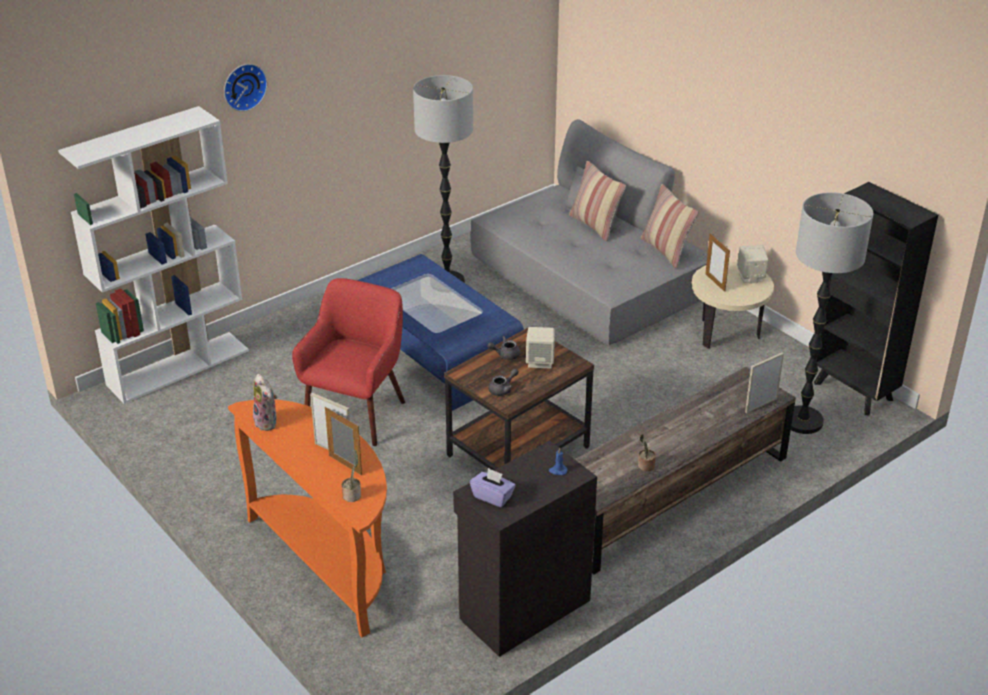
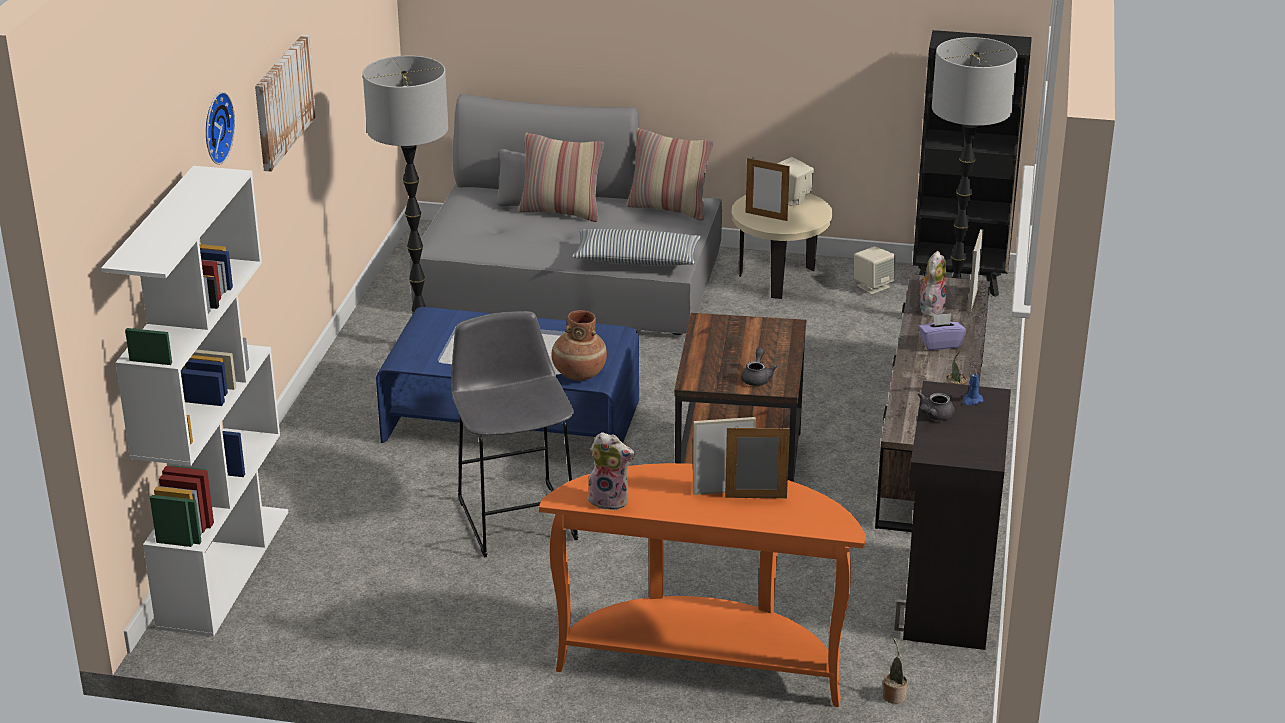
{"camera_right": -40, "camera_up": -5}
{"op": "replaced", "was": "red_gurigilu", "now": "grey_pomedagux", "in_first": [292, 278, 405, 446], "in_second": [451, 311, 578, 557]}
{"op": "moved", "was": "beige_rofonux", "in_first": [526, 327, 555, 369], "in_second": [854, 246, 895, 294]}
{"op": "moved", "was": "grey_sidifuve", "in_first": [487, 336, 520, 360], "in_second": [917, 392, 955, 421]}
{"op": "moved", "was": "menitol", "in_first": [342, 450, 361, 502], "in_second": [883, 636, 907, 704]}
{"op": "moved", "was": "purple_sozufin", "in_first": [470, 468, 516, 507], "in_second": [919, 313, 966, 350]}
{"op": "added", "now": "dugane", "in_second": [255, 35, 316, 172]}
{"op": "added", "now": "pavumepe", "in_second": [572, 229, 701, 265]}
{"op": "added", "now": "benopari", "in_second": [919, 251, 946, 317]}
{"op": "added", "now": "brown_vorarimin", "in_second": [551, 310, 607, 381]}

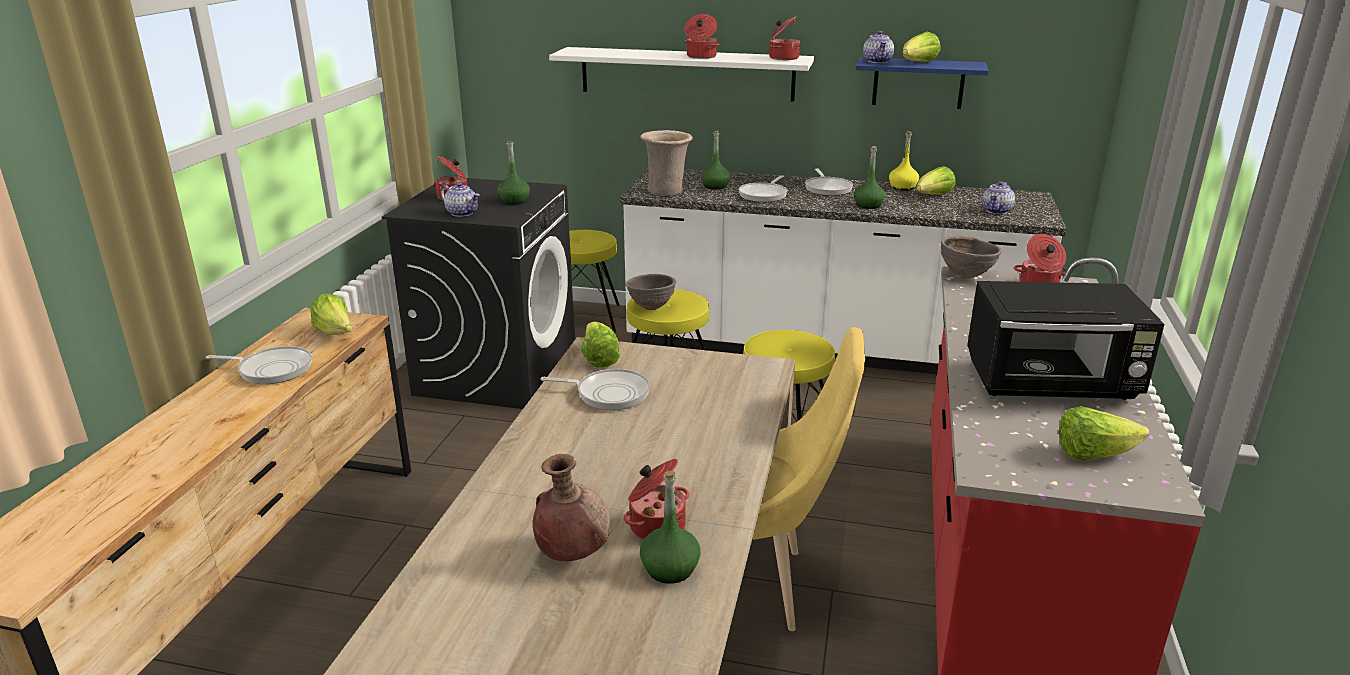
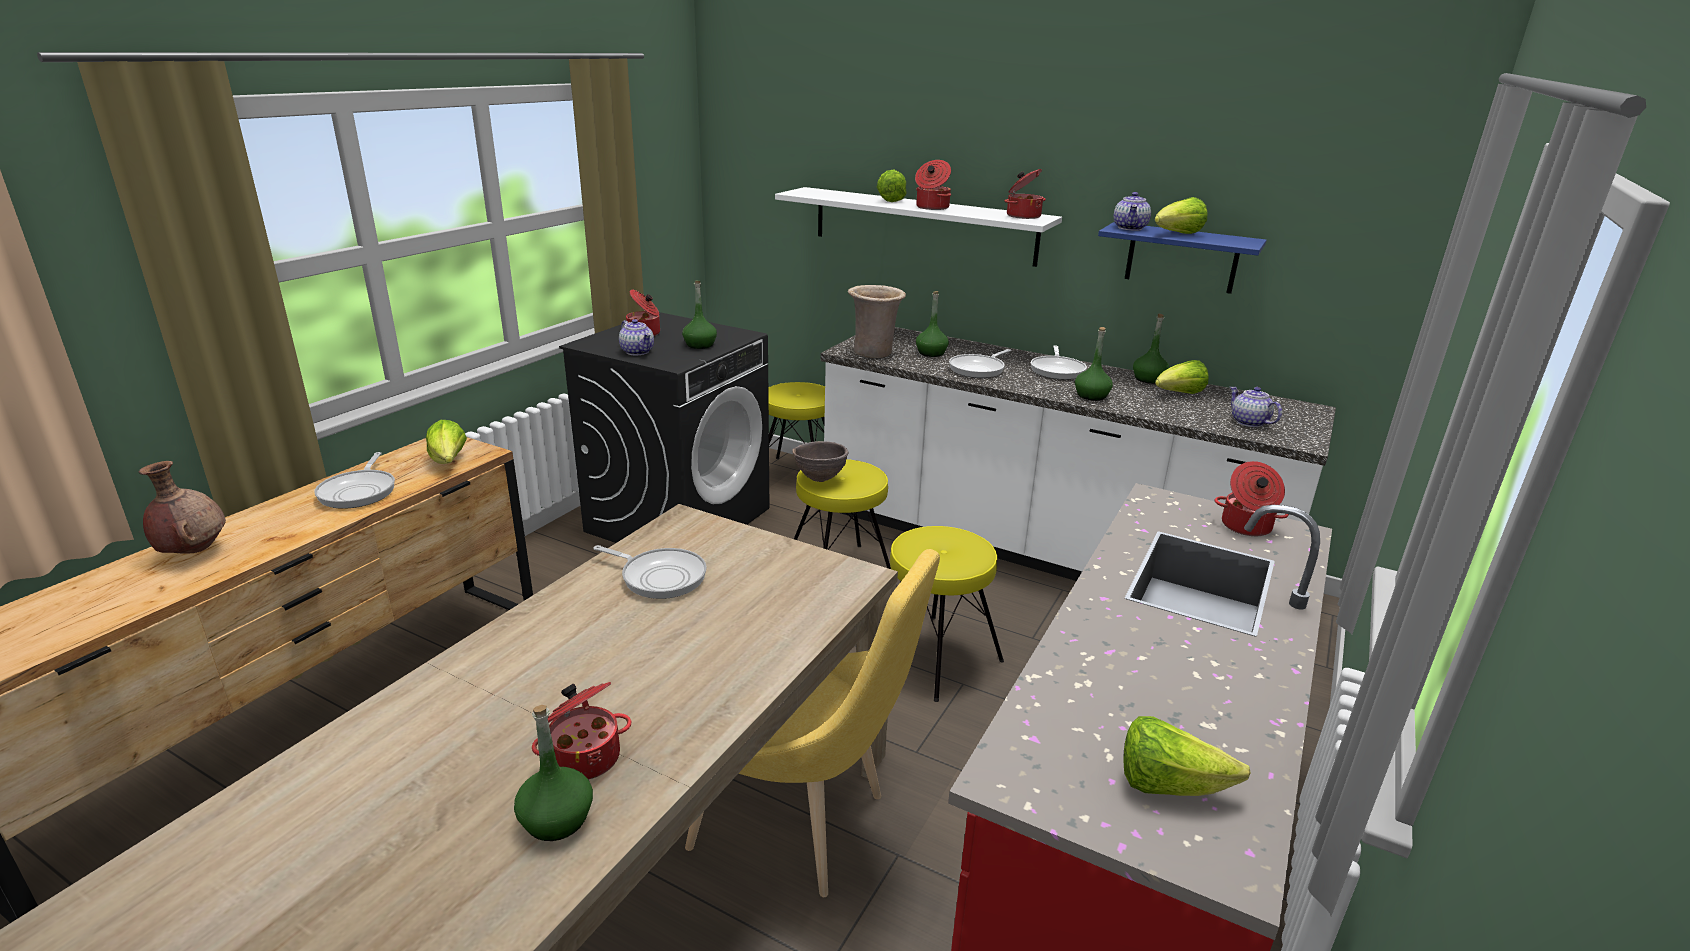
{"camera_right": 15, "camera_up": 0}
{"op": "recoloured", "was": "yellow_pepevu", "now": "green_pepevu", "in_first": [889, 131, 919, 191], "in_second": [1133, 314, 1169, 384]}
{"op": "turned", "was": "sidifuve", "in_first": [982, 181, 1015, 214], "in_second": [1230, 387, 1282, 427], "clockwise": 105}
{"op": "removed", "was": "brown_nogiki", "in_first": [941, 235, 1002, 278]}
{"op": "removed", "was": "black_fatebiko", "in_first": [967, 281, 1164, 400]}
{"op": "moved", "was": "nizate", "in_first": [581, 322, 620, 368], "in_second": [877, 170, 907, 202]}
{"op": "turned", "was": "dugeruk", "in_first": [206, 346, 312, 384], "in_second": [314, 452, 395, 509], "clockwise": 60}
{"op": "moved", "was": "brown_vorarimin", "in_first": [533, 454, 610, 561], "in_second": [139, 461, 226, 554]}

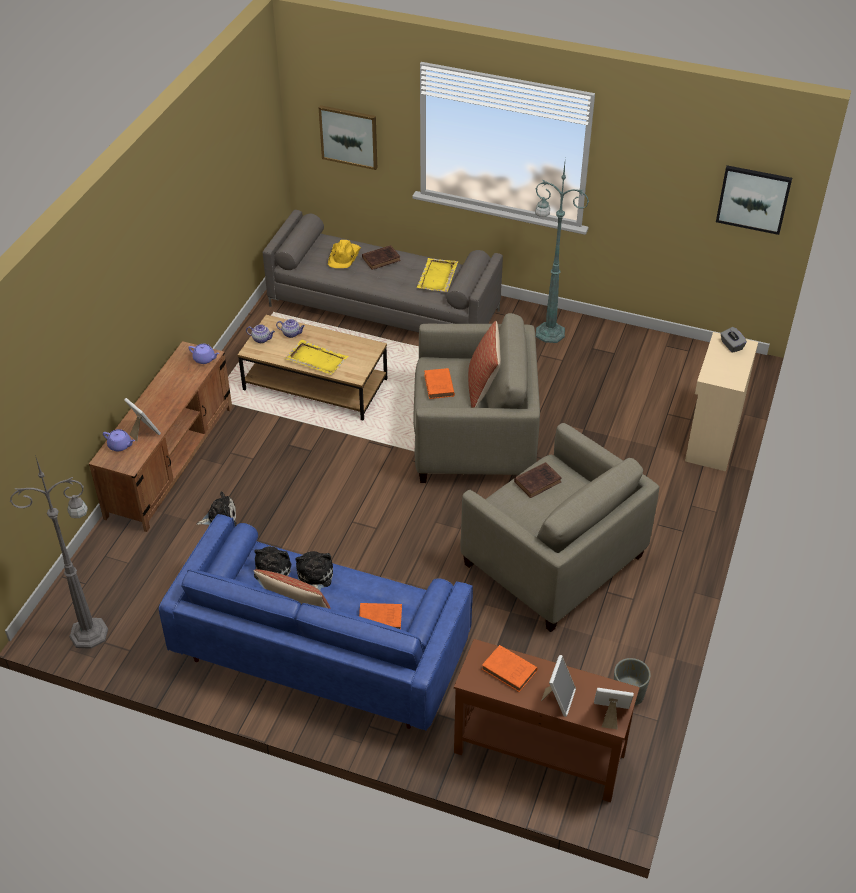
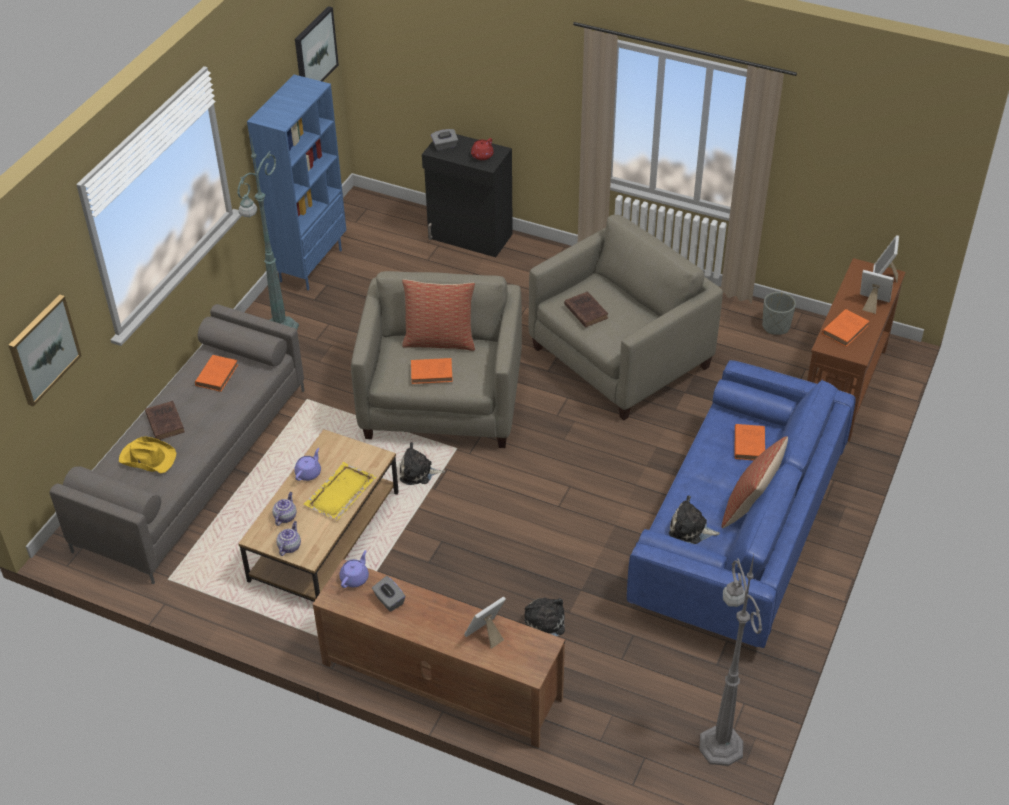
{"camera_right": -85, "camera_up": 0}
{"op": "replaced", "was": "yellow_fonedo", "now": "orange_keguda", "in_first": [417, 258, 458, 292], "in_second": [195, 355, 238, 392]}
{"op": "recoloured", "was": "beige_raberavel", "now": "black_raberavel", "in_first": [685, 332, 758, 471], "in_second": [422, 134, 513, 257]}
{"op": "moved", "was": "purple_sidifuve", "in_first": [103, 429, 135, 451], "in_second": [294, 448, 321, 481]}
{"op": "moved", "was": "benopari", "in_first": [296, 551, 333, 590], "in_second": [400, 442, 445, 485]}
{"op": "added", "now": "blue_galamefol", "in_second": [247, 75, 346, 290]}
{"op": "added", "now": "red_sidifuve", "in_second": [471, 138, 494, 160]}
{"op": "added", "now": "grey_sozufin", "in_second": [372, 576, 405, 612]}

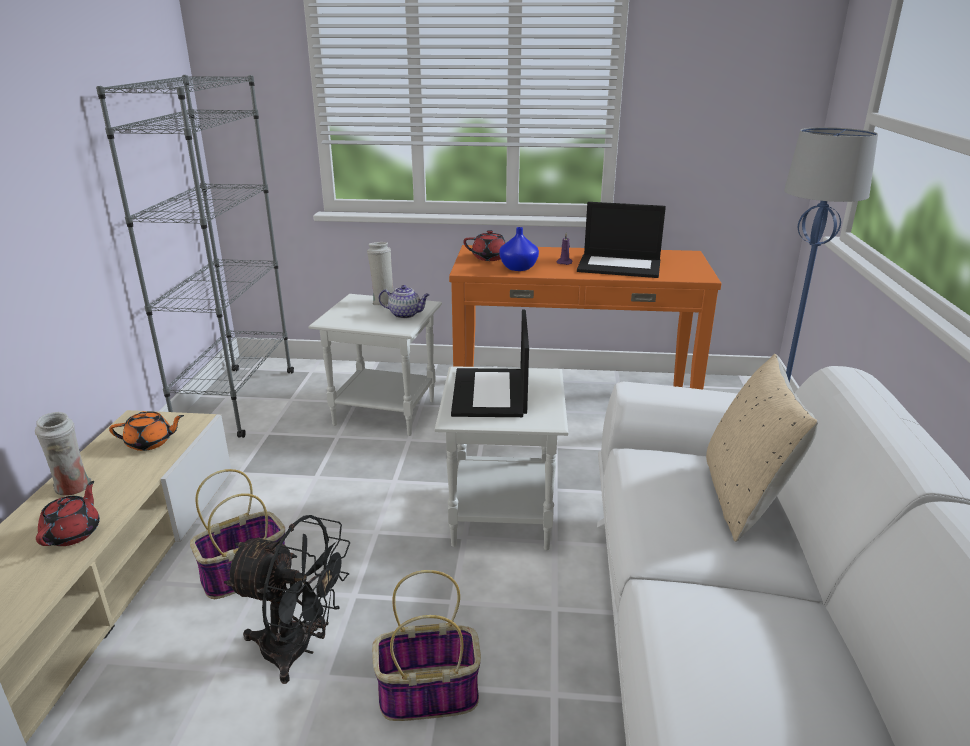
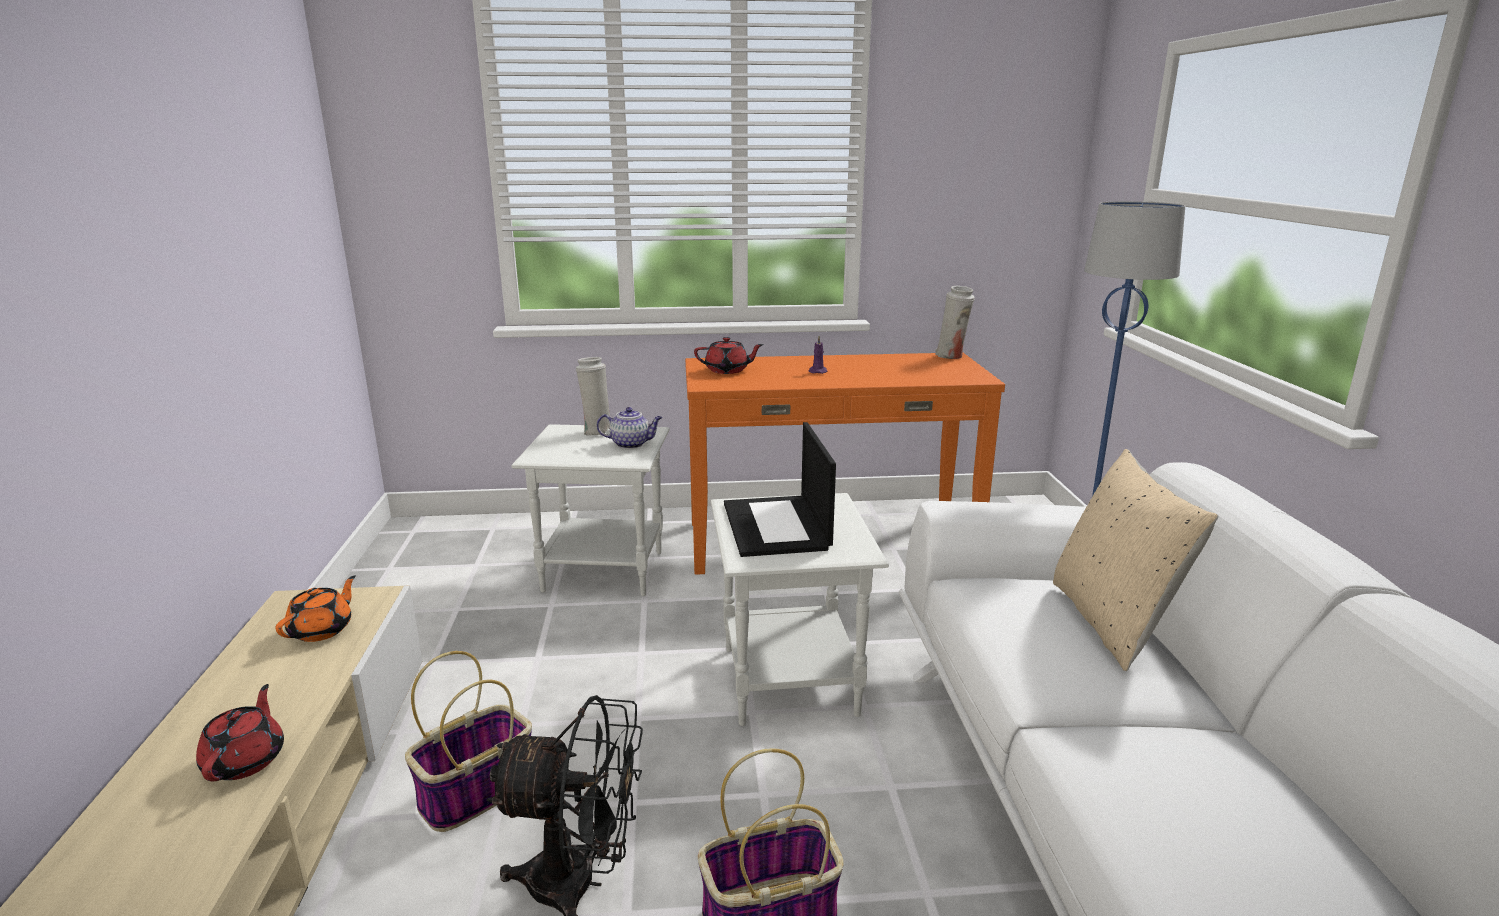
{"camera_right": -10, "camera_up": -5}
{"op": "removed", "was": "grey_galamefol", "in_first": [96, 75, 294, 438]}
{"op": "removed", "was": "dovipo", "in_first": [577, 202, 666, 278]}
{"op": "removed", "was": "blue_vorarimin", "in_first": [499, 227, 539, 271]}
{"op": "turned", "was": "orange_sidifuve", "in_first": [109, 411, 184, 451], "in_second": [275, 575, 356, 642], "clockwise": -45}
{"op": "moved", "was": "white_vorarimin", "in_first": [35, 412, 91, 496], "in_second": [935, 286, 975, 359]}

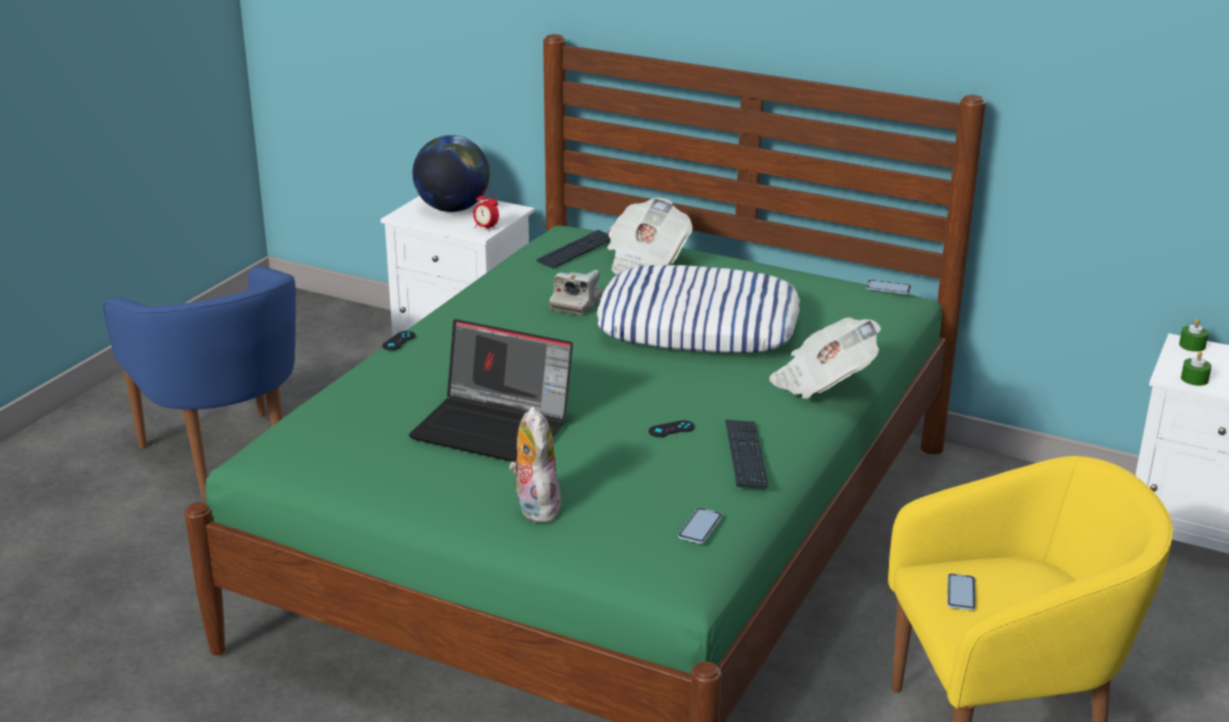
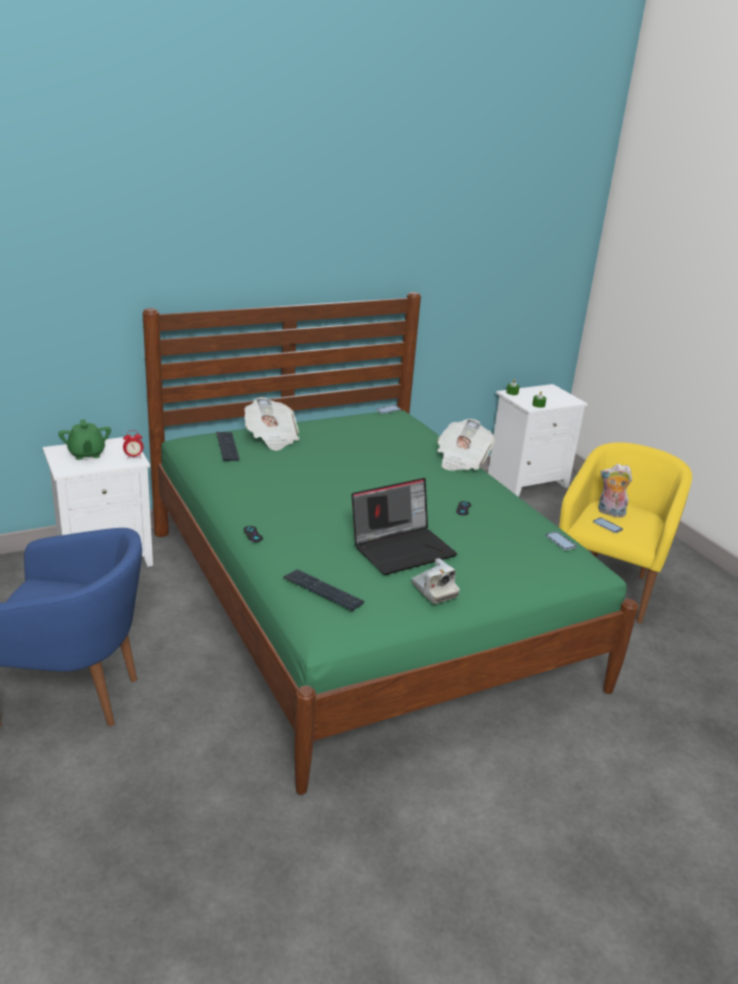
{"camera_right": -55, "camera_up": 0}
{"op": "replaced", "was": "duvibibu", "now": "green_sidifuve", "in_first": [413, 135, 490, 212], "in_second": [58, 419, 111, 460]}
{"op": "removed", "was": "pavumepe", "in_first": [597, 265, 800, 353]}
{"op": "moved", "was": "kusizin", "in_first": [549, 270, 603, 316], "in_second": [412, 558, 460, 604]}
{"op": "moved", "was": "benopari", "in_first": [509, 407, 561, 523], "in_second": [598, 464, 632, 518]}
{"op": "moved", "was": "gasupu", "in_first": [725, 419, 769, 489], "in_second": [283, 569, 364, 611]}

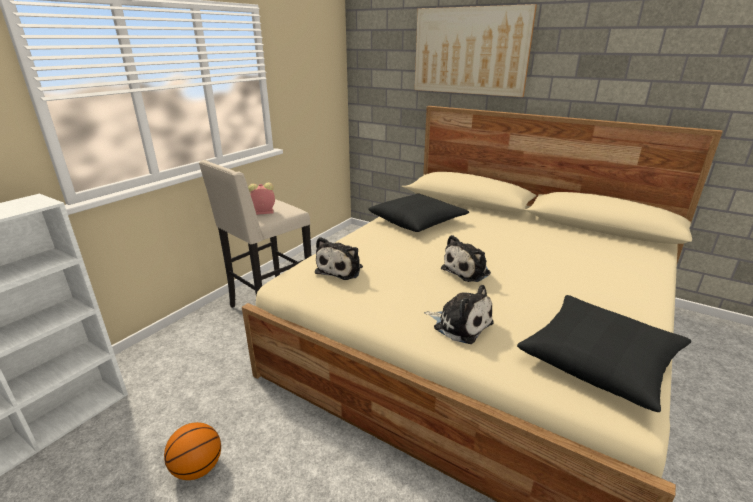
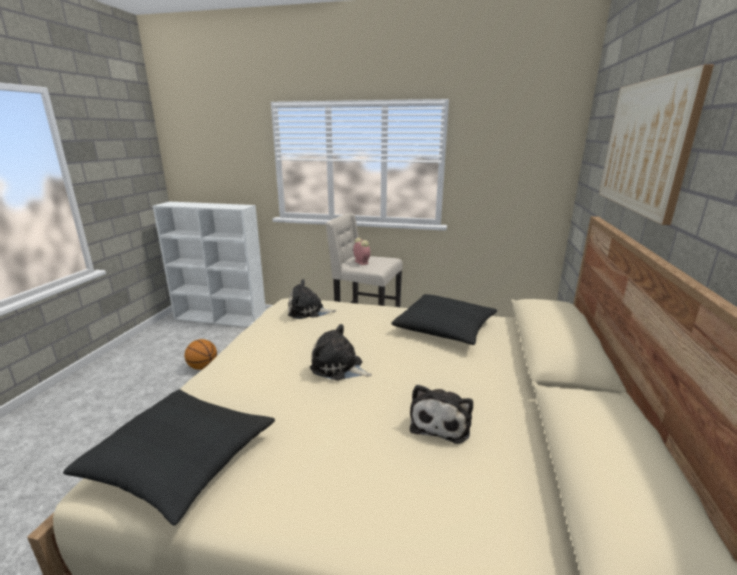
{"camera_right": 70, "camera_up": -5}
{"op": "moved", "was": "benopari", "in_first": [424, 285, 494, 344], "in_second": [410, 384, 473, 444]}

